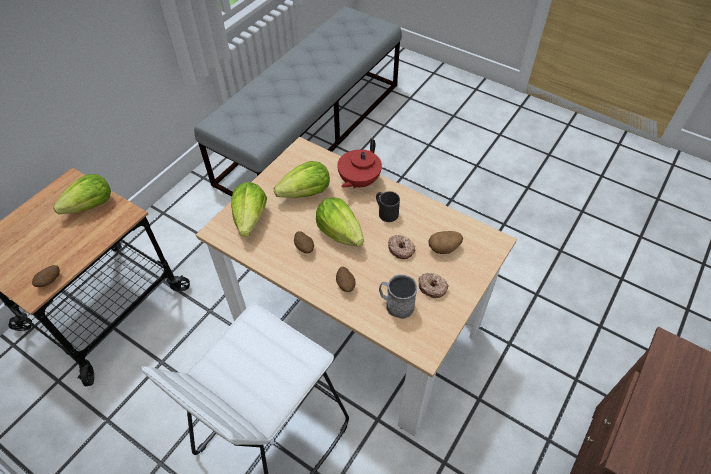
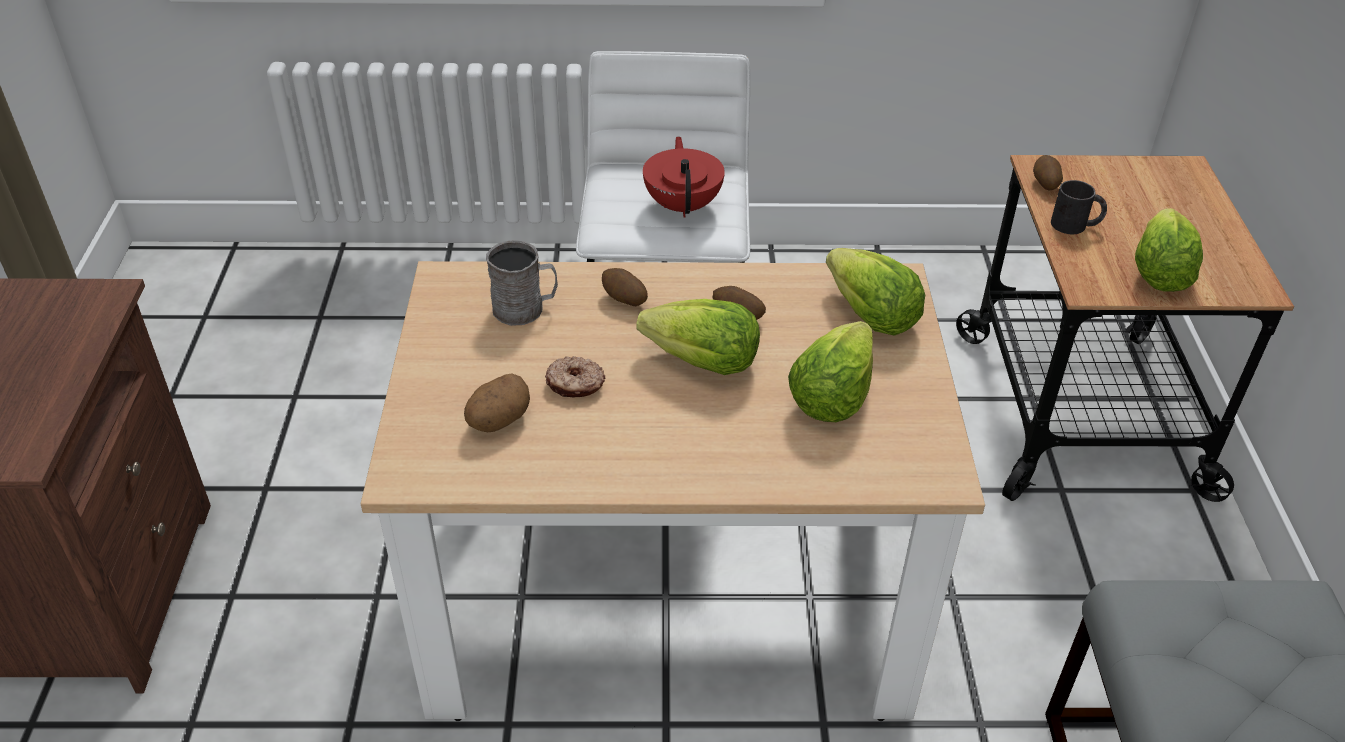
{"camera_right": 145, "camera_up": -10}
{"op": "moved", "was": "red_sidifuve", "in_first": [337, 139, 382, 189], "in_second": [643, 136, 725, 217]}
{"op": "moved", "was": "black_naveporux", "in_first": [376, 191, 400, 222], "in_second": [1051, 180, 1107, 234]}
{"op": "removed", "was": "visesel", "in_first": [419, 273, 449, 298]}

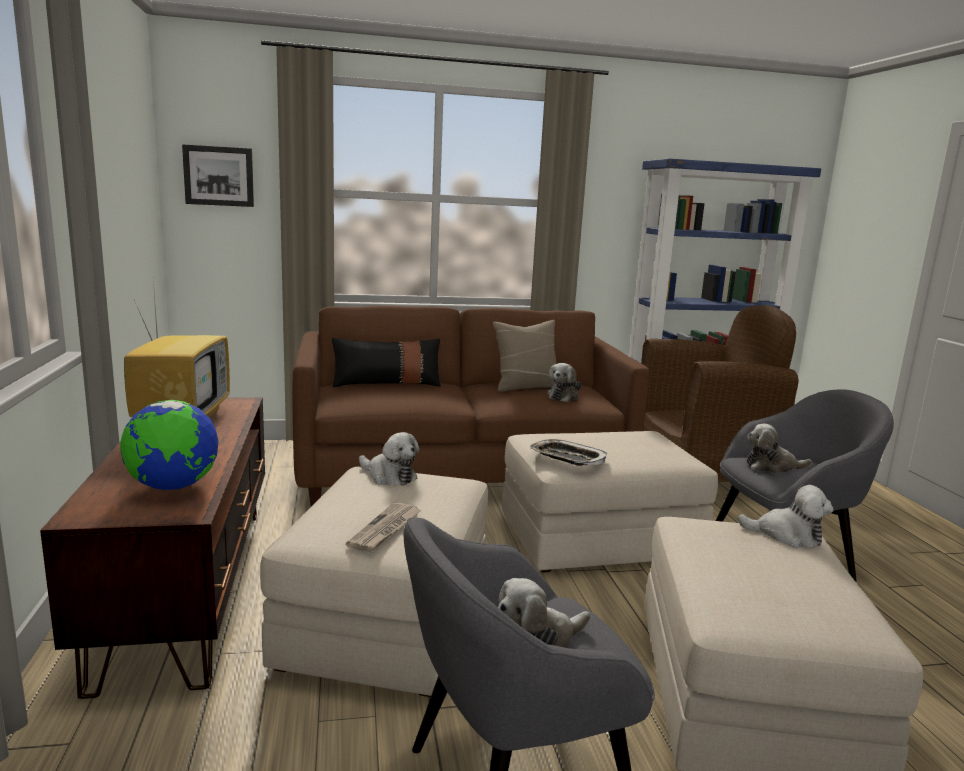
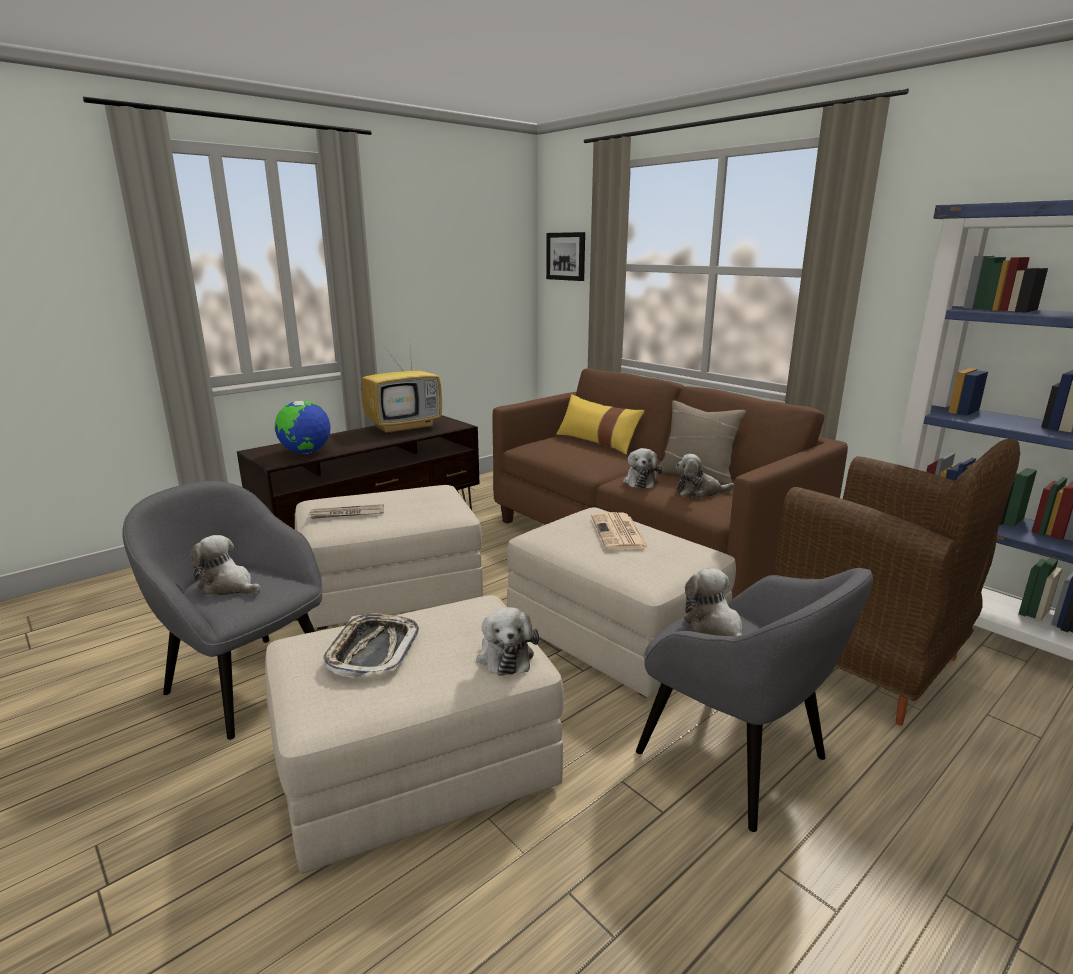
{"camera_right": 60, "camera_up": 5}
{"op": "recoloured", "was": "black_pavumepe", "now": "yellow_pavumepe", "in_first": [332, 338, 441, 387], "in_second": [556, 394, 645, 455]}
{"op": "moved", "was": "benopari", "in_first": [359, 432, 419, 485], "in_second": [623, 448, 662, 488]}
{"op": "moved", "was": "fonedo", "in_first": [530, 439, 607, 466], "in_second": [323, 613, 419, 678]}
{"op": "added", "now": "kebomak", "in_second": [591, 512, 649, 551]}

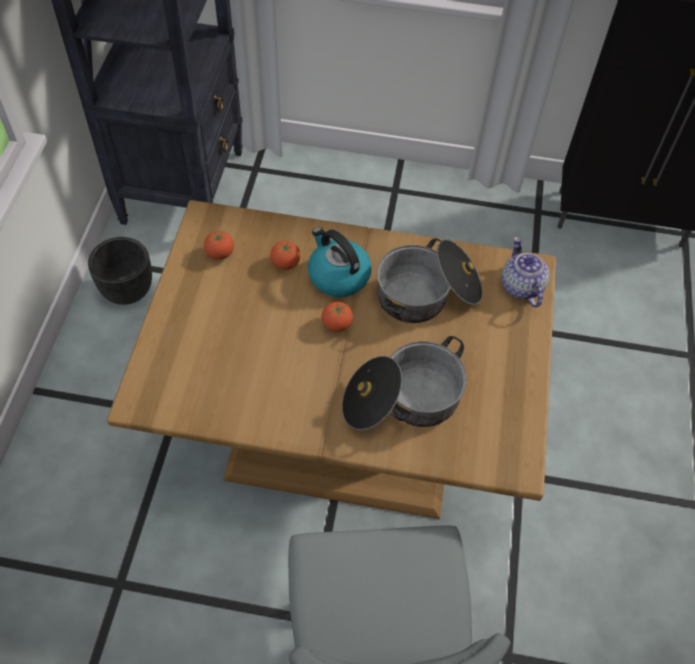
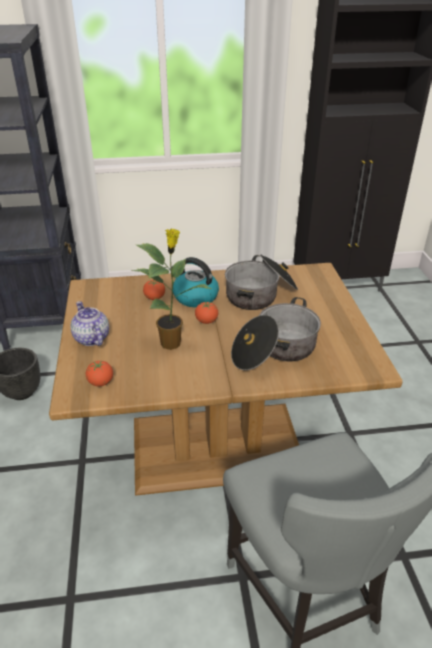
{"camera_right": -15, "camera_up": -20}
{"op": "moved", "was": "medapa", "in_first": [204, 231, 234, 260], "in_second": [86, 361, 113, 387]}
{"op": "moved", "was": "sidifuve", "in_first": [502, 237, 550, 307], "in_second": [70, 301, 109, 346]}
{"op": "added", "now": "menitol", "in_second": [131, 228, 211, 350]}

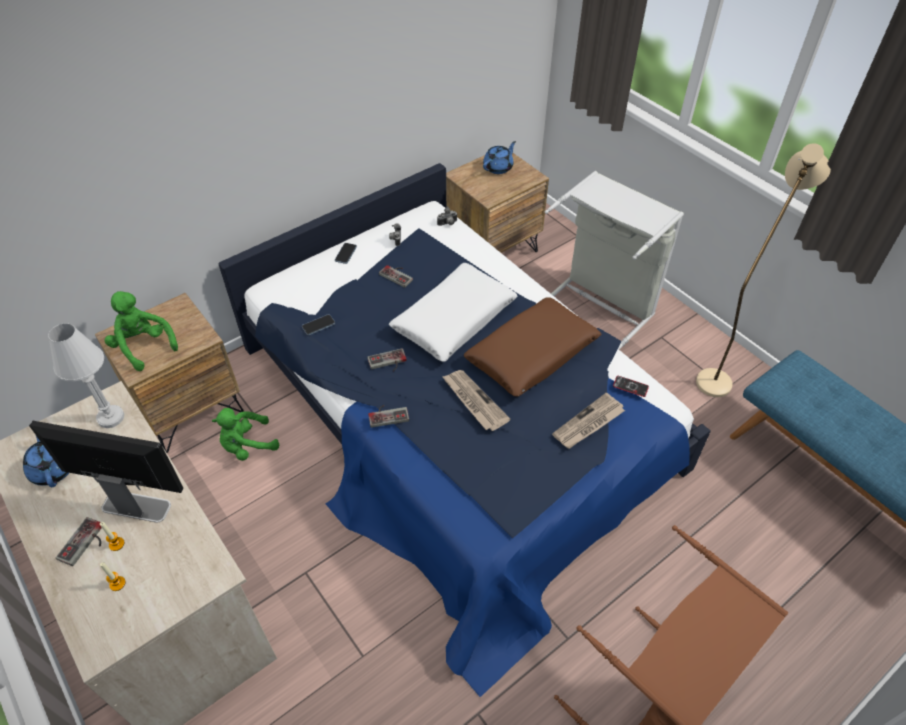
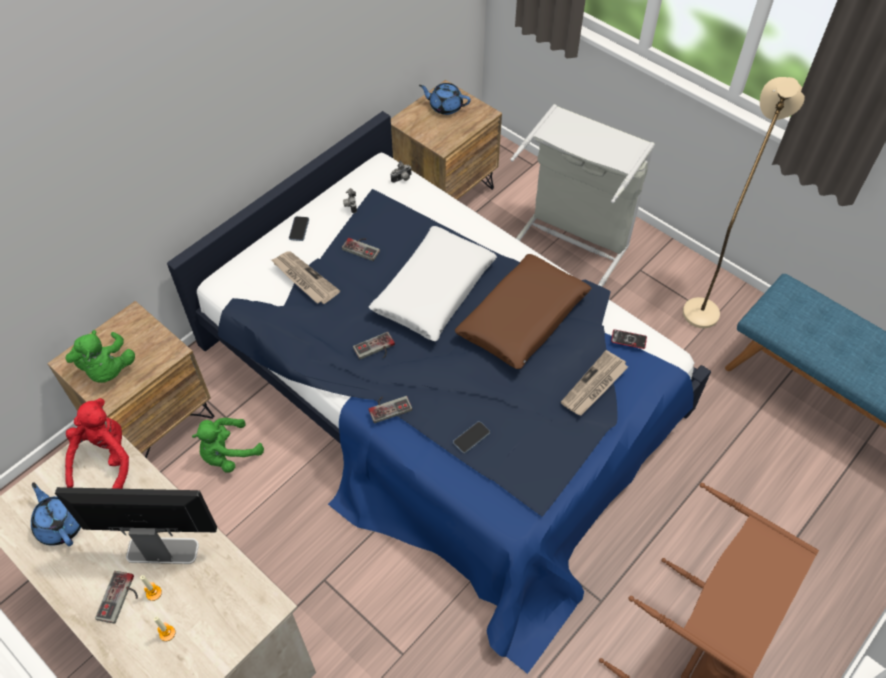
{"camera_right": -10, "camera_up": 5}
{"op": "turned", "was": "blue_sidifuve", "in_first": [483, 141, 516, 174], "in_second": [419, 83, 471, 115], "clockwise": -105}
{"op": "turned", "was": "green_benopari", "in_first": [104, 291, 178, 371], "in_second": [65, 330, 135, 383], "clockwise": -150}
{"op": "moved", "was": "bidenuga", "in_first": [302, 314, 335, 335], "in_second": [453, 421, 490, 453]}
{"op": "replaced", "was": "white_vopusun", "now": "red_benopari", "in_first": [48, 323, 124, 428], "in_second": [65, 398, 129, 489]}
{"op": "moved", "was": "kebomak", "in_first": [442, 370, 511, 431], "in_second": [271, 251, 340, 304]}

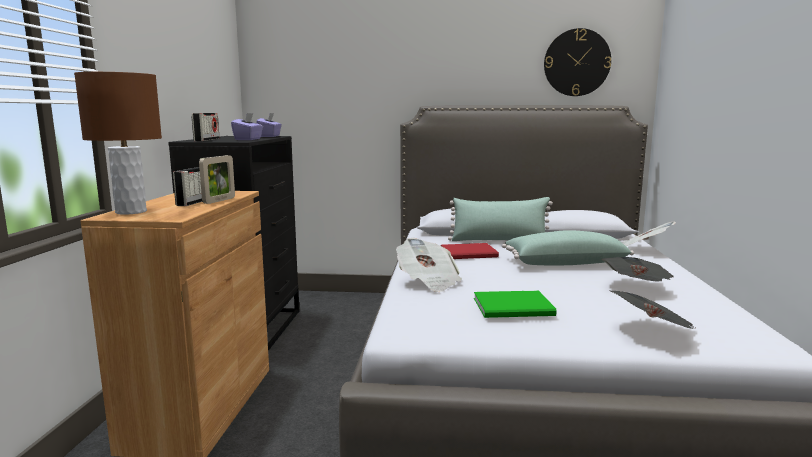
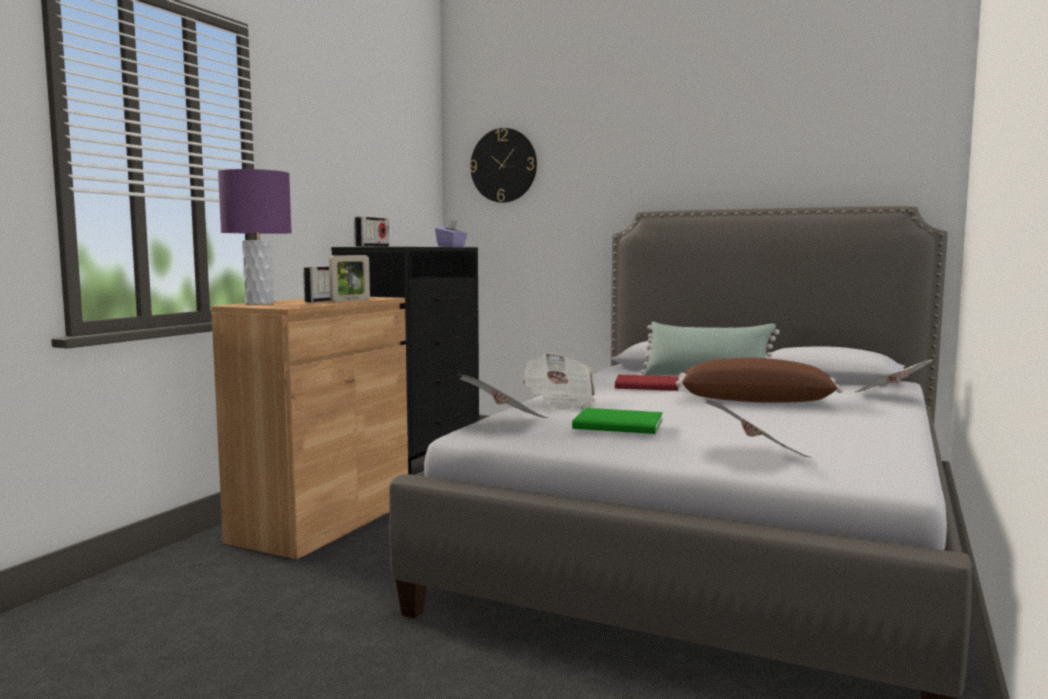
{"camera_right": 20, "camera_up": -5}
{"op": "moved", "was": "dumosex", "in_first": [544, 28, 611, 96], "in_second": [470, 128, 537, 203]}
{"op": "recoloured", "was": "brown_vopusun", "now": "purple_vopusun", "in_first": [74, 72, 162, 215], "in_second": [218, 169, 292, 305]}
{"op": "removed", "was": "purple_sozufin", "in_first": [231, 113, 263, 140]}
{"op": "recoloured", "was": "green_pavumepe", "now": "brown_pavumepe", "in_first": [502, 230, 634, 265], "in_second": [676, 358, 843, 403]}
{"op": "moved", "was": "kebomak", "in_first": [601, 257, 674, 281], "in_second": [459, 375, 549, 418]}

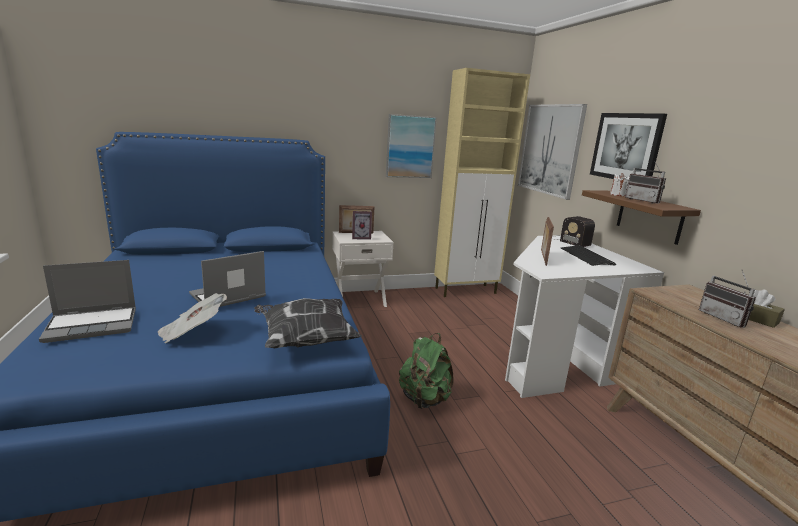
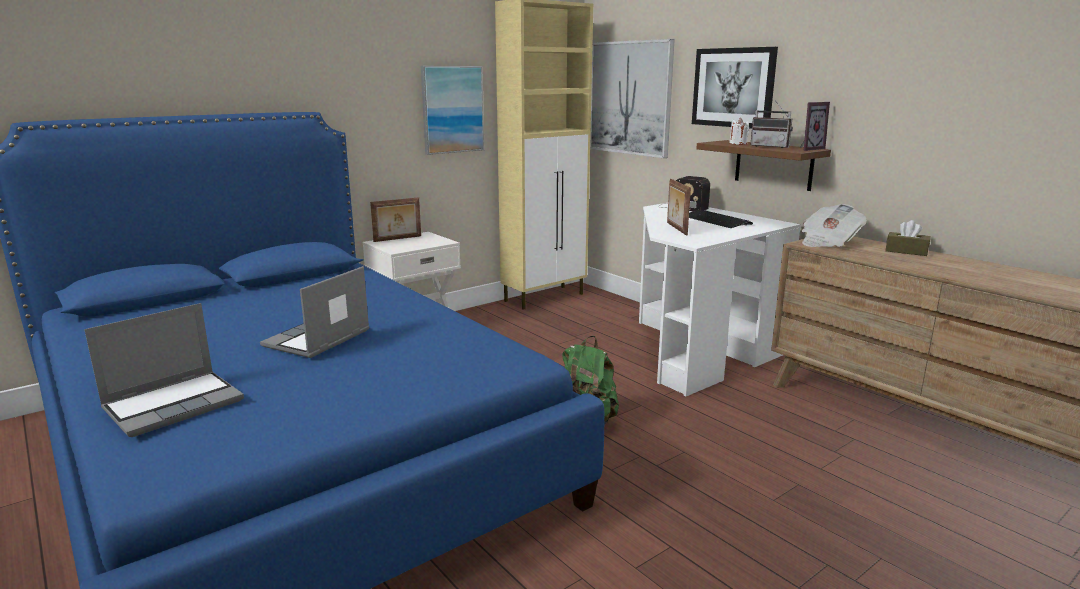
{"camera_right": -20, "camera_up": 0}
{"op": "moved", "was": "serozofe", "in_first": [352, 211, 372, 240], "in_second": [800, 102, 830, 151]}
{"op": "removed", "was": "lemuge", "in_first": [699, 271, 756, 328]}
{"op": "moved", "was": "kebomak", "in_first": [157, 293, 227, 344], "in_second": [802, 204, 867, 247]}
{"op": "removed", "was": "pavumepe", "in_first": [254, 298, 362, 348]}

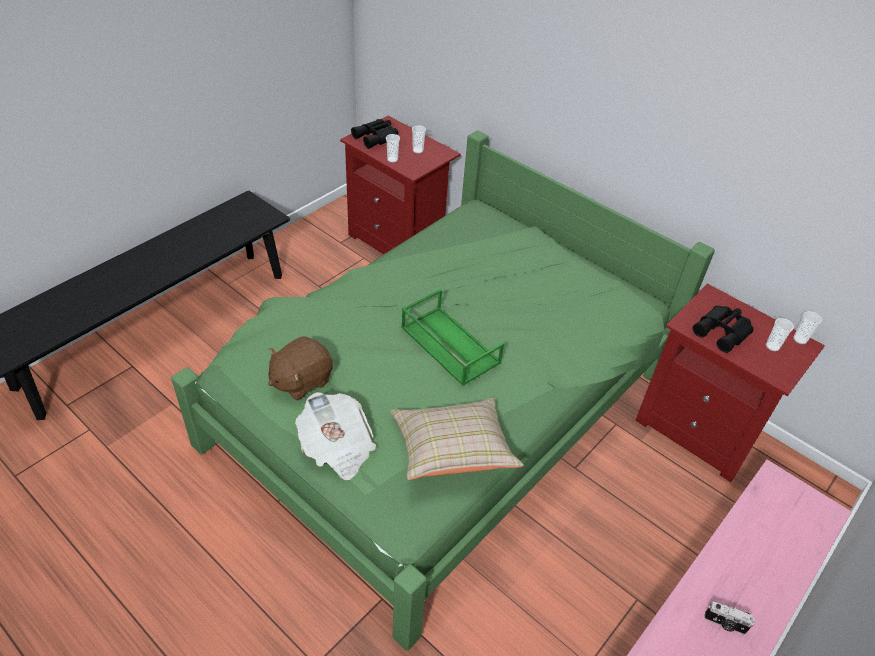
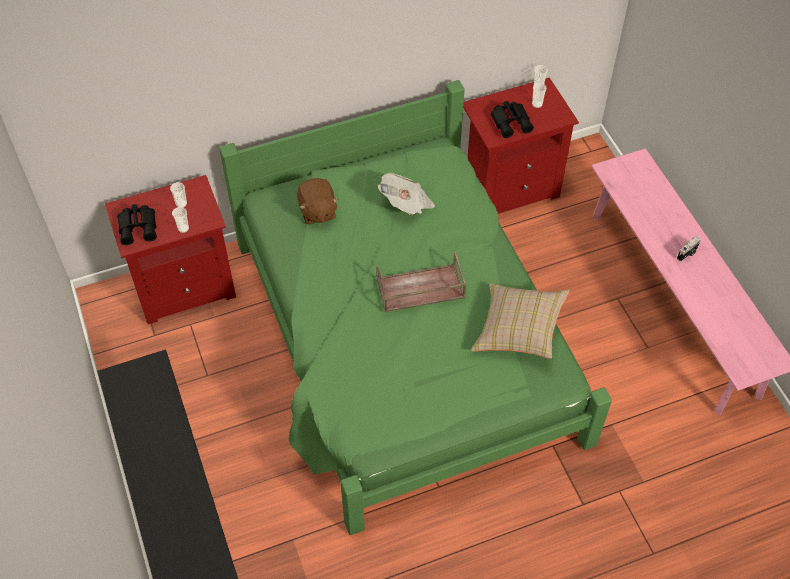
{"camera_right": -60, "camera_up": 10}
{"op": "recoloured", "was": "green_fonedo", "now": "brown_fonedo", "in_first": [401, 289, 504, 386], "in_second": [376, 251, 467, 312]}
{"op": "moved", "was": "brown_benopari", "in_first": [268, 336, 333, 400], "in_second": [297, 178, 339, 224]}
{"op": "moved", "was": "kebomak", "in_first": [295, 392, 376, 480], "in_second": [378, 173, 435, 215]}

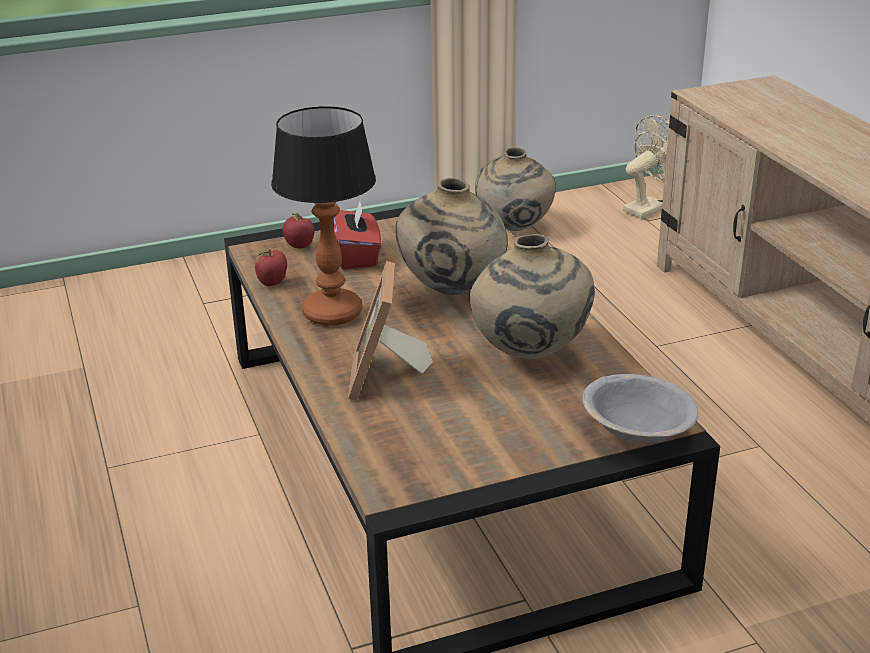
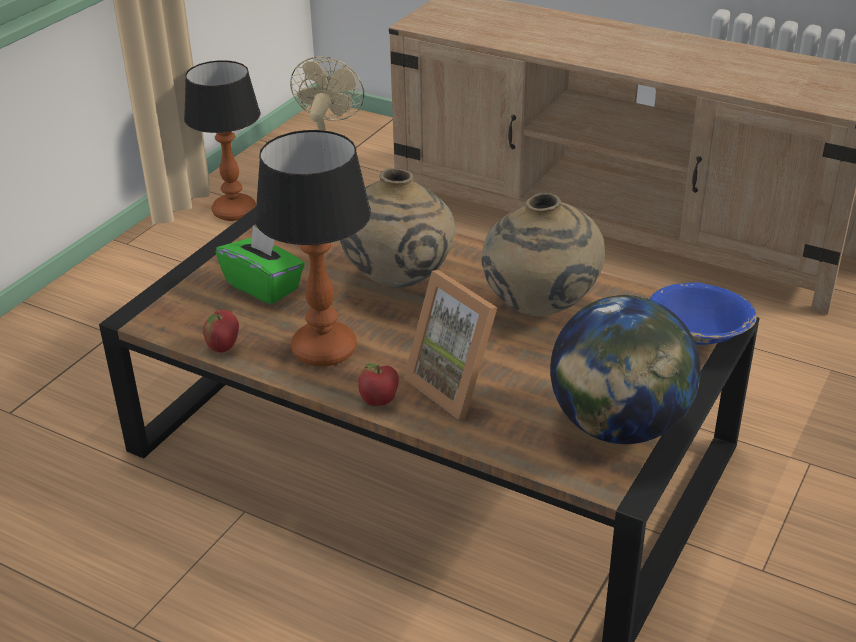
{"camera_right": -40, "camera_up": 5}
{"op": "replaced", "was": "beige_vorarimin", "now": "vopusun", "in_first": [475, 148, 556, 231], "in_second": [184, 60, 261, 221]}
{"op": "recoloured", "was": "red_sozufin", "now": "green_sozufin", "in_first": [333, 202, 381, 270], "in_second": [216, 225, 305, 304]}
{"op": "moved", "was": "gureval", "in_first": [283, 213, 315, 249], "in_second": [358, 363, 399, 406]}
{"op": "recoloured", "was": "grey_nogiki", "now": "blue_nogiki", "in_first": [582, 374, 698, 443], "in_second": [650, 282, 757, 345]}
{"op": "added", "now": "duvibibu", "in_second": [550, 295, 701, 444]}

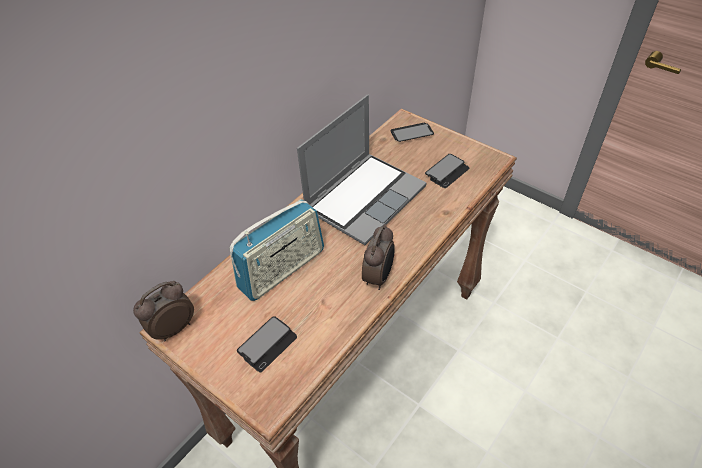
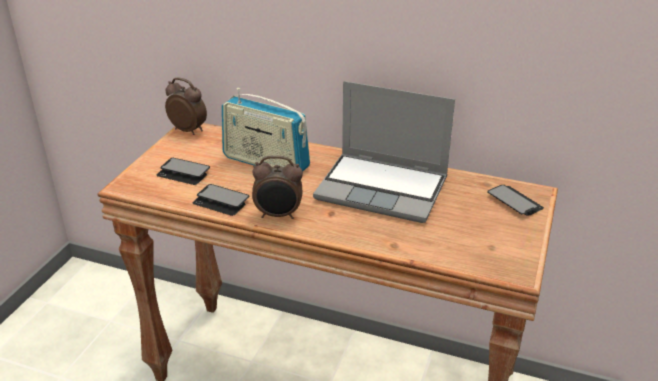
{"camera_right": 70, "camera_up": -15}
{"op": "moved", "was": "bidenuga", "in_first": [425, 154, 470, 188], "in_second": [193, 184, 249, 216]}

